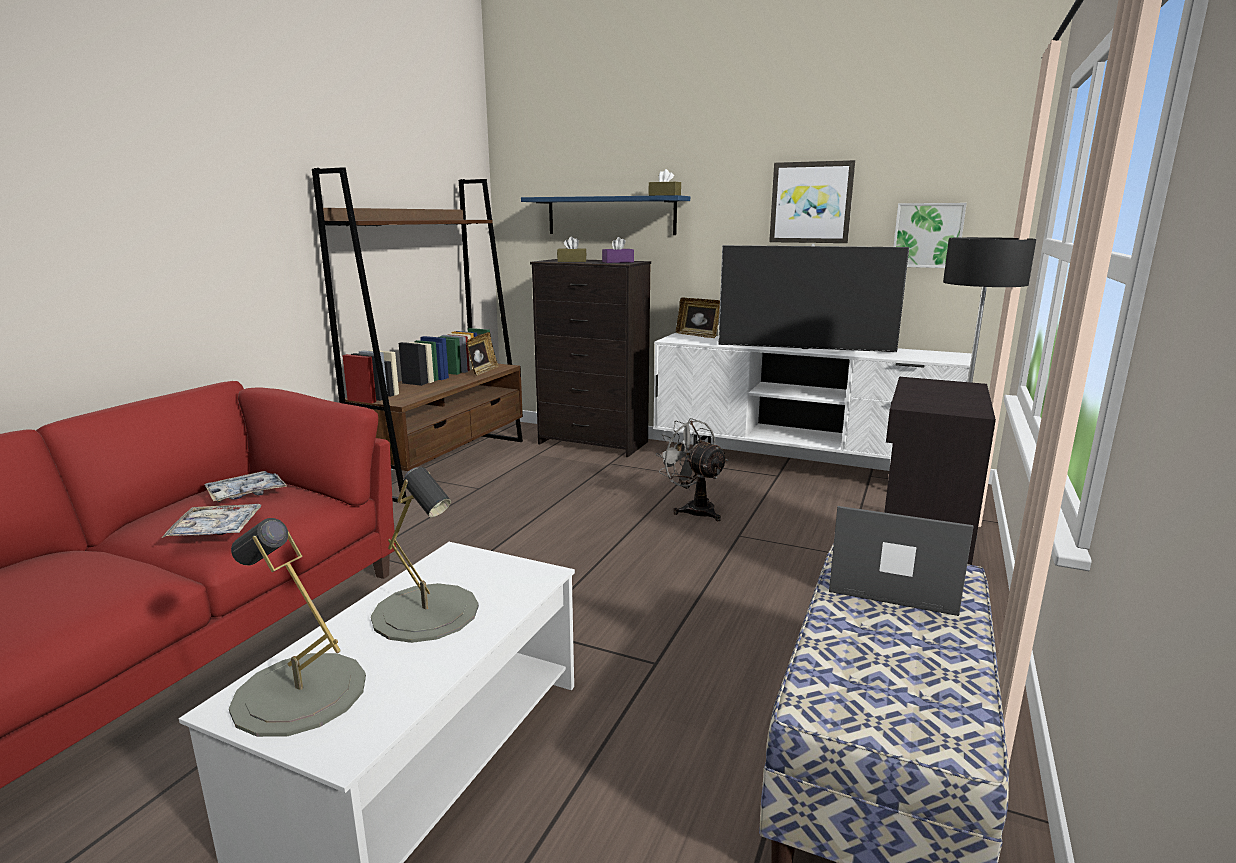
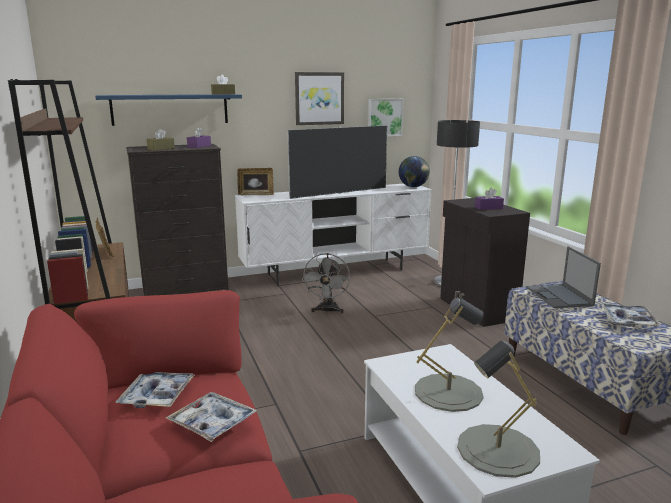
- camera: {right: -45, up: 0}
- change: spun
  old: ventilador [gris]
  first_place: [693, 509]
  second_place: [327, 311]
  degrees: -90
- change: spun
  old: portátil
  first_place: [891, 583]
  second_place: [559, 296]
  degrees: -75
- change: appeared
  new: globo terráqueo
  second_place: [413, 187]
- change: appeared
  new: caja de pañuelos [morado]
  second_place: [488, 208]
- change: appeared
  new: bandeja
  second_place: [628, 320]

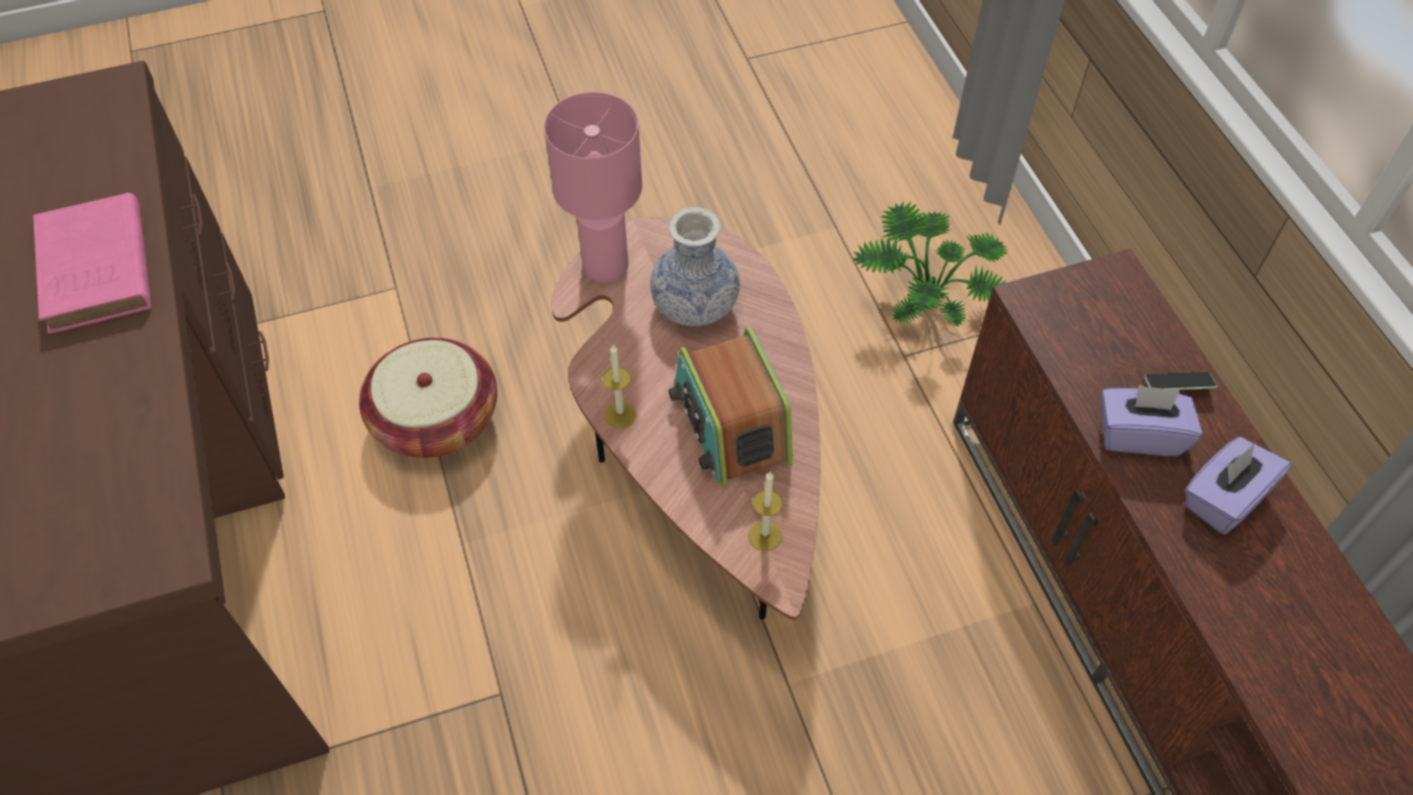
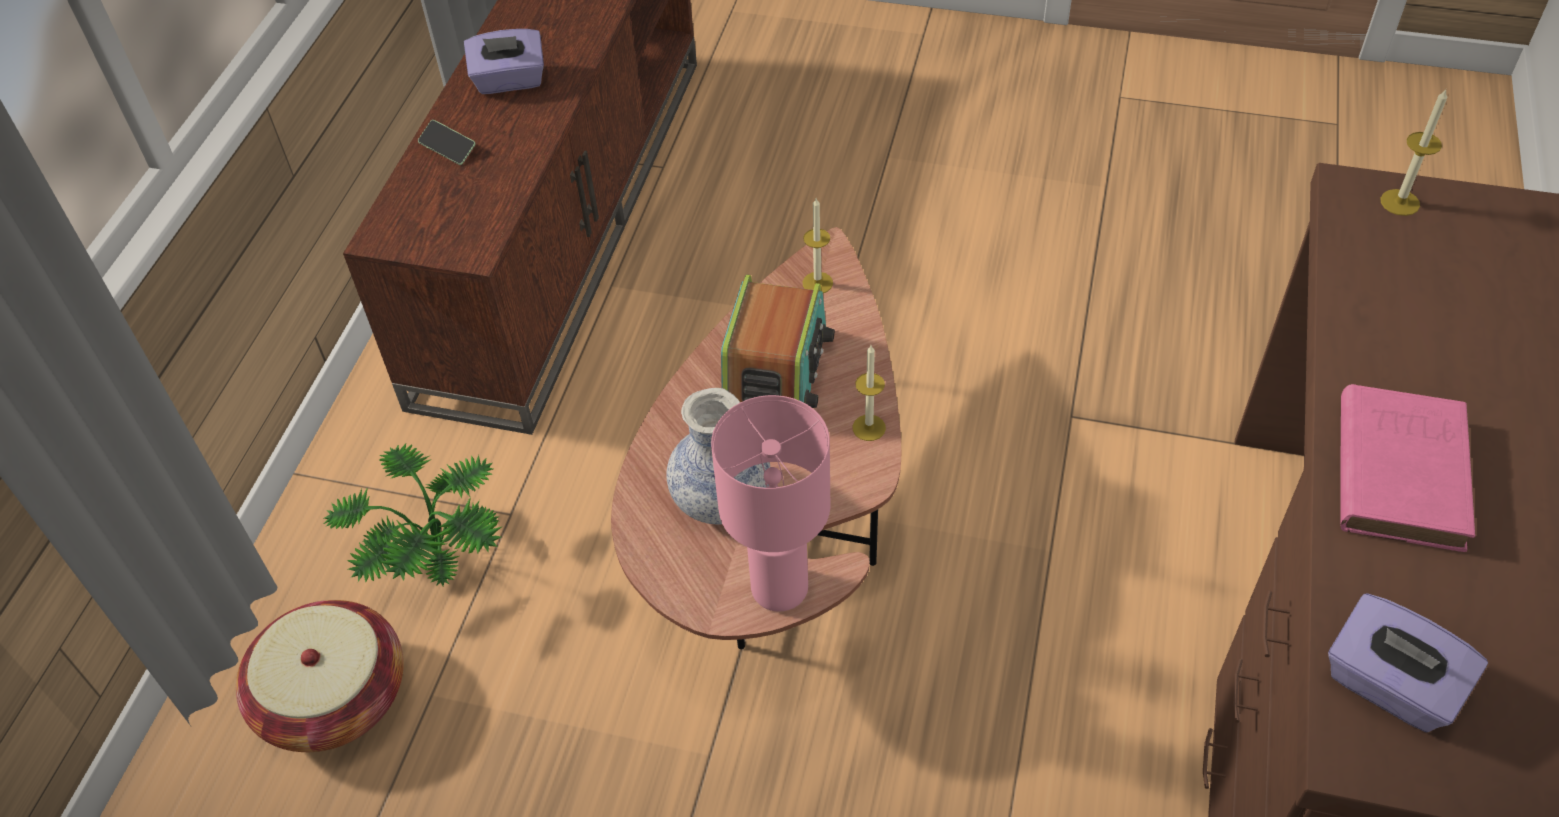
- camera: {right: -145, up: -5}
- change: relocated
  old: cesta
  first_place: [435, 419]
  second_place: [334, 698]
- change: relocated
  old: caja de pañuelos [morado]
  first_place: [1139, 434]
  second_place: [1389, 686]
- change: appeared
  new: vela
  second_place: [1400, 202]

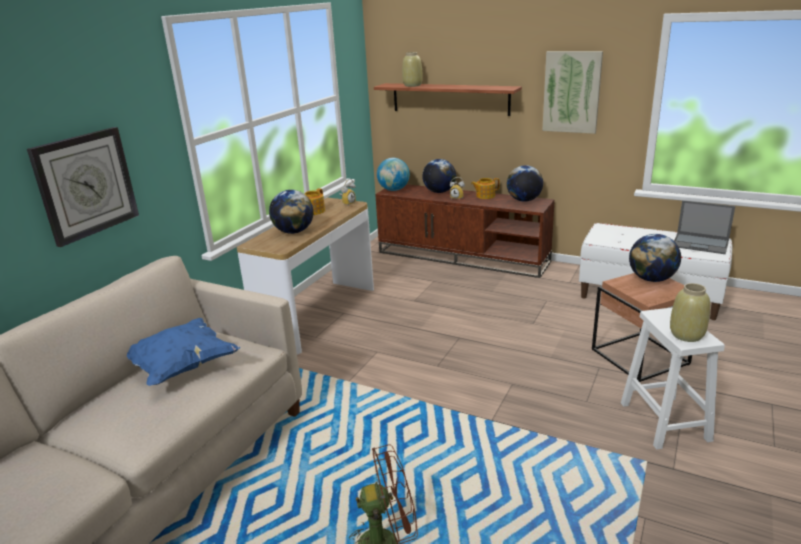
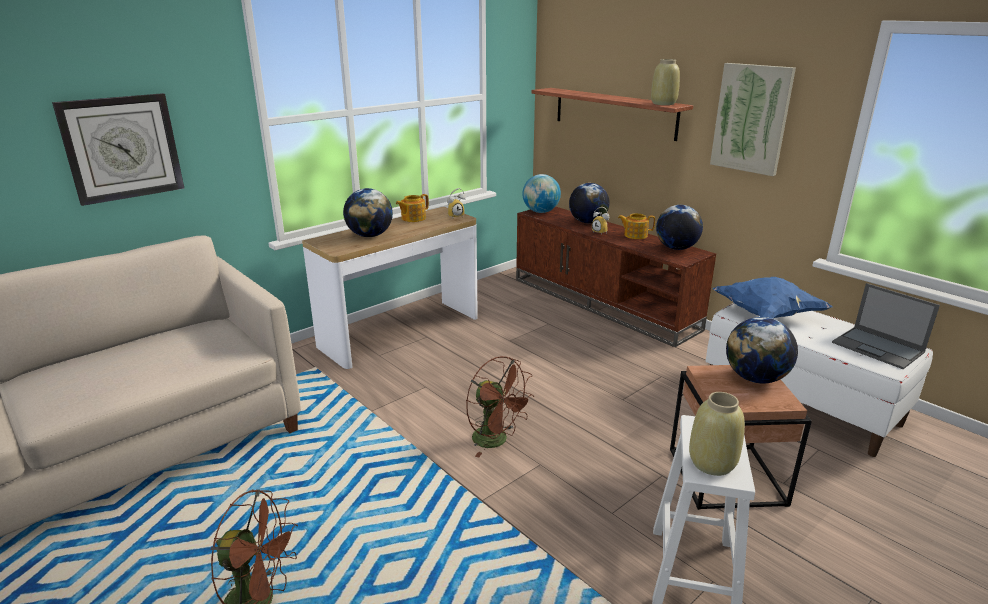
- camera: {right: 20, up: 0}
- change: relocated
  old: cojín [azul]
  first_place: [182, 367]
  second_place: [766, 314]
- change: relocated
  old: florero [beis]
  first_place: [413, 85]
  second_place: [663, 103]
- change: appeared
  new: ventilador [marrón]
  second_place: [496, 441]

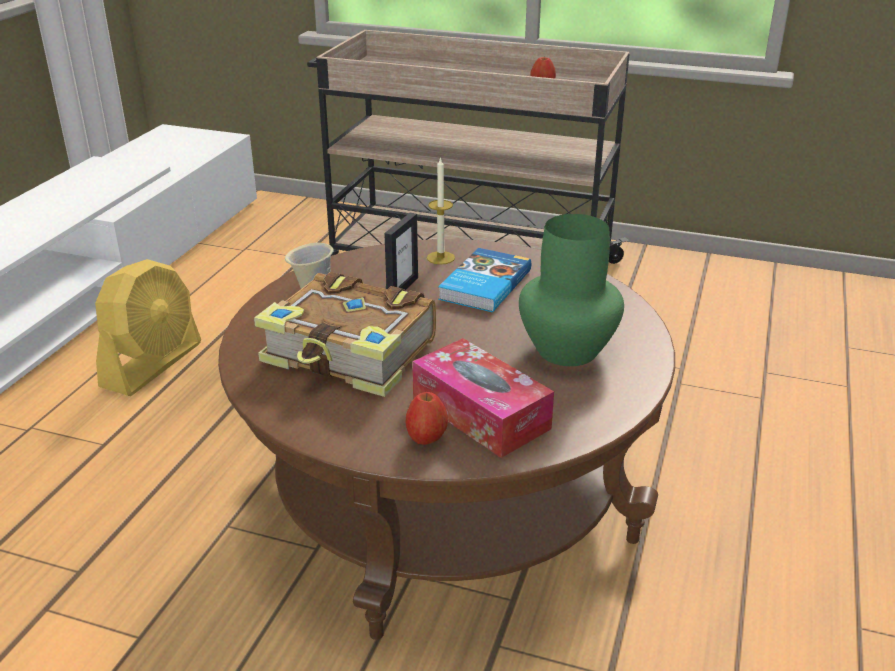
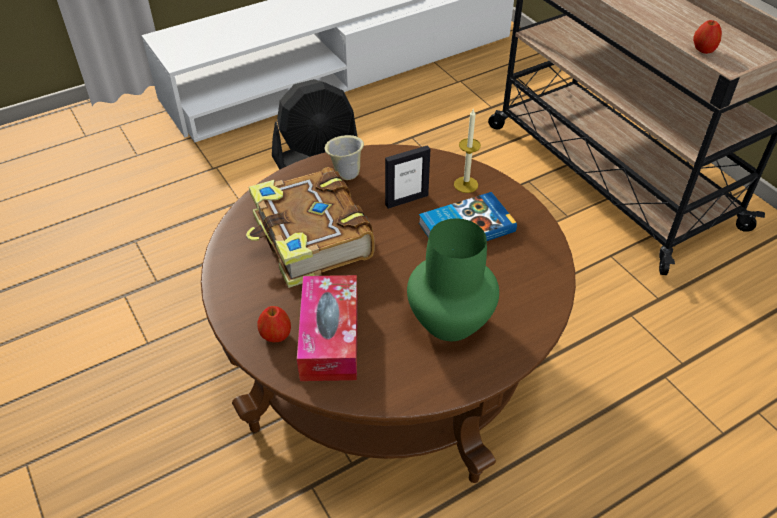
- camera: {right: 40, up: 15}
- change: colour
  old: ventilador [amarillo]
  new: ventilador [negro]
  first_place: [153, 364]
  second_place: [316, 154]

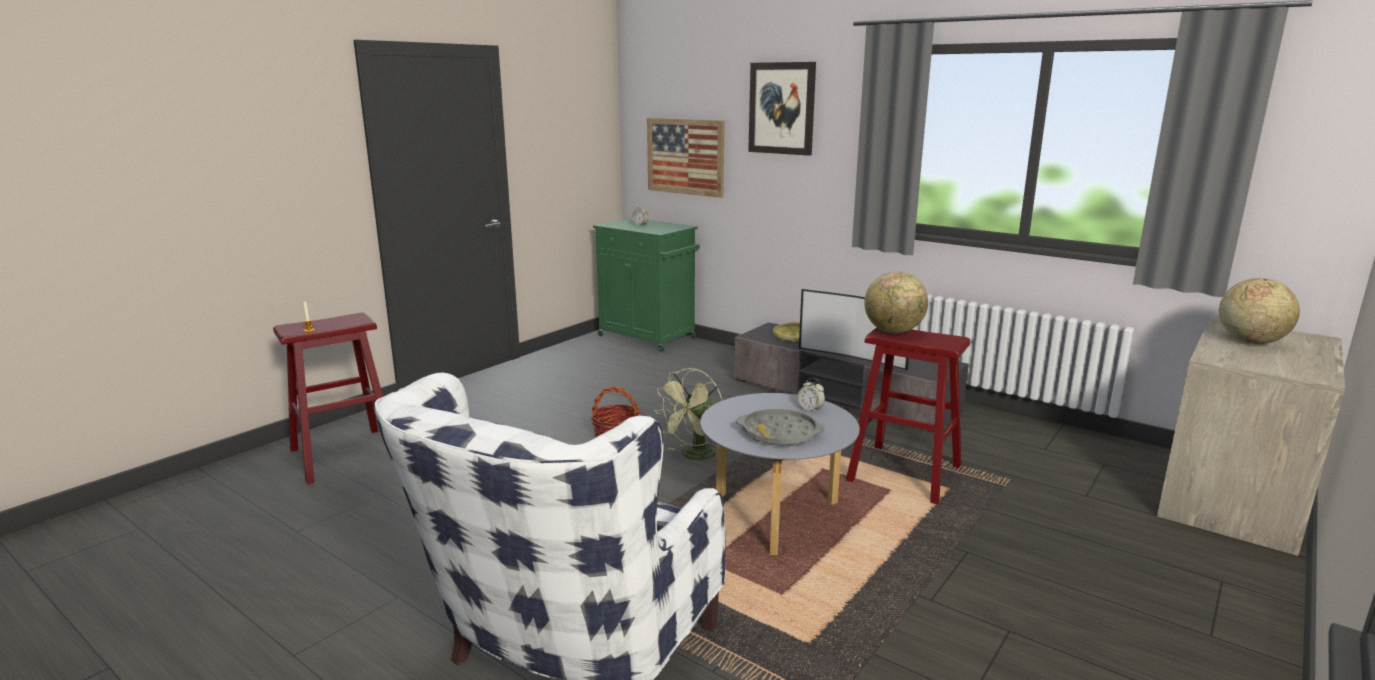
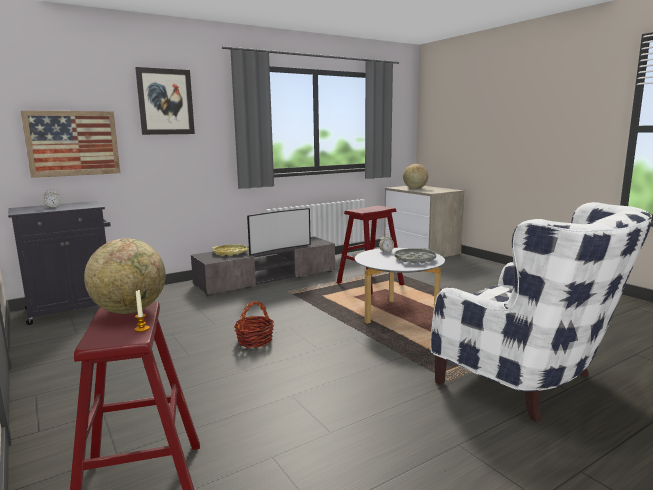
- camera: {right: -70, up: -5}
- change: colour
  old: armario [verde]
  new: armario [negro]
  first_place: [648, 337]
  second_place: [73, 308]
- change: missing
  old: ventilador [verde]
  first_place: [694, 456]
- change: relocated
  old: globo terráqueo
  first_place: [894, 331]
  second_place: [130, 310]

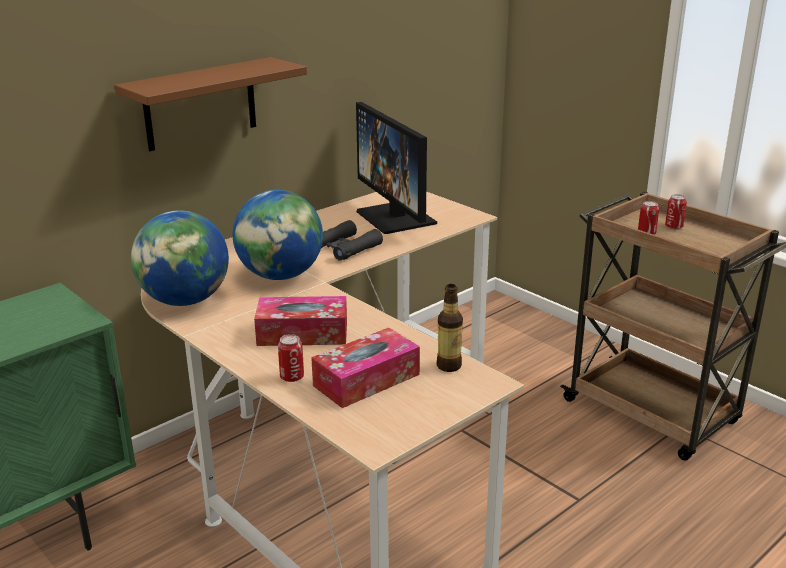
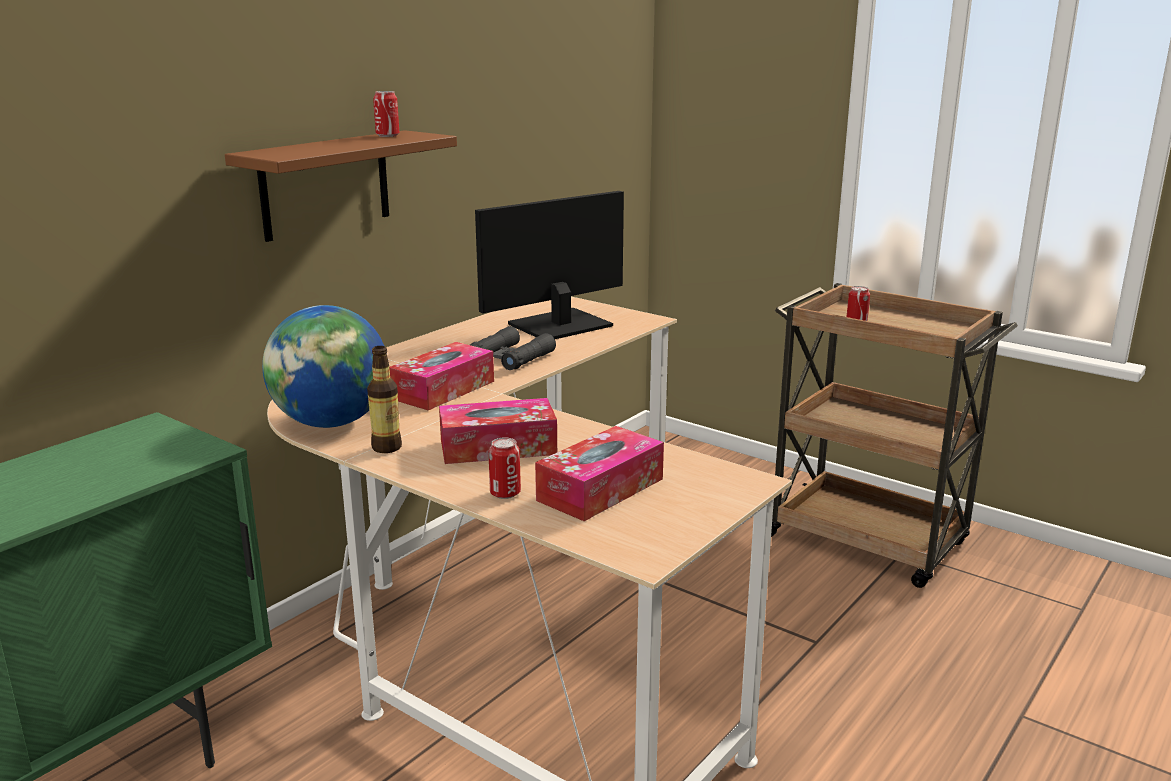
- camera: {right: -10, up: -5}
- change: exchanged
  old: globo terráqueo
  new: caja de pañuelos
  first_place: [281, 275]
  second_place: [443, 390]
- change: spun
  old: monitor
  first_place: [396, 217]
  second_place: [559, 325]
  degrees: 90
- change: relocated
  old: botella
  first_place: [449, 366]
  second_place: [387, 447]
- change: relocated
  old: lata
  first_place: [674, 227]
  second_place: [387, 135]

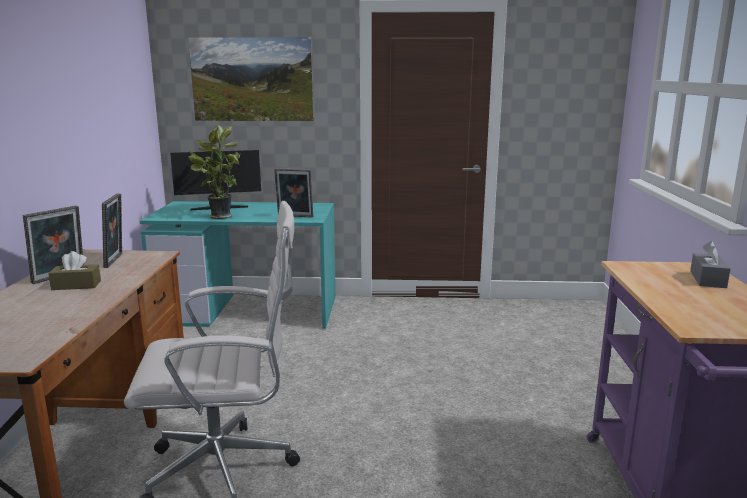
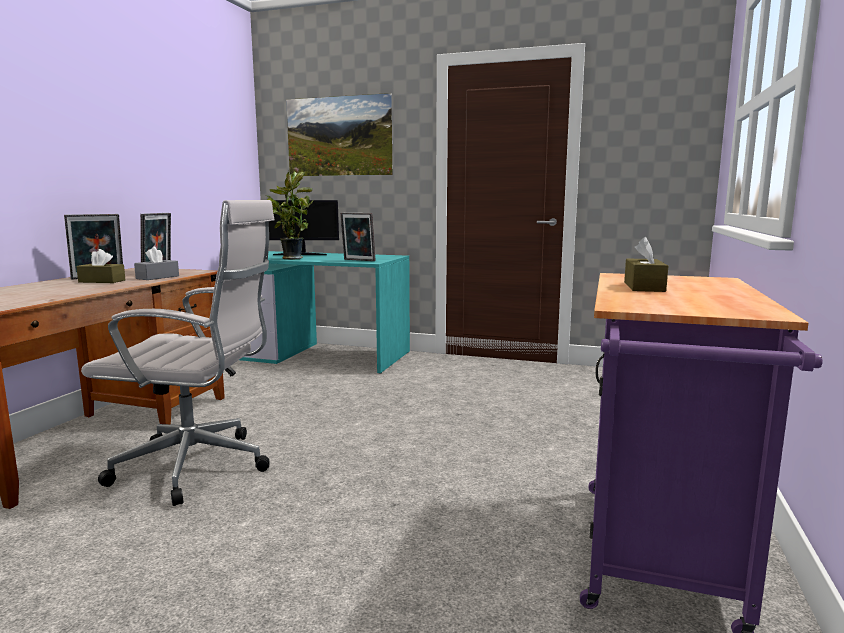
- camera: {right: 15, up: -5}
- change: relocated
  old: caja de pañuelos [gris]
  first_place: [707, 279]
  second_place: [157, 277]
- change: appeared
  new: caja de pañuelos [marrón]
  second_place: [644, 287]

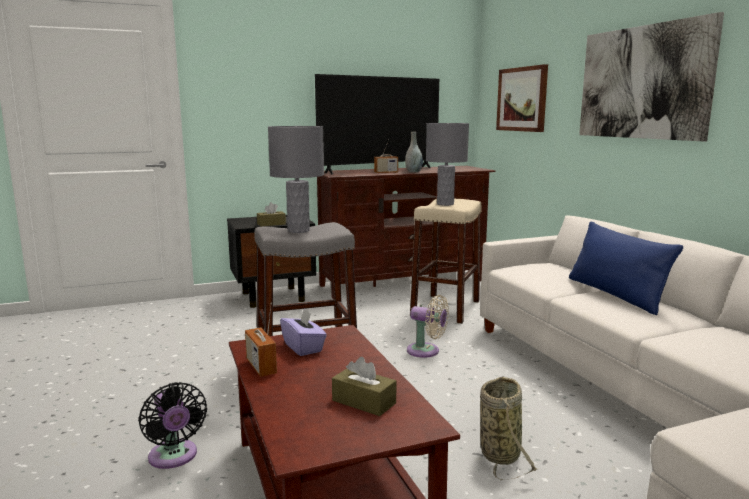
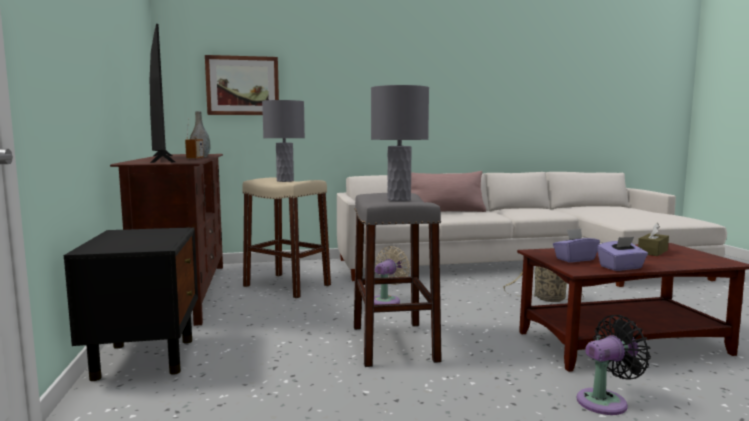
- camera: {right: -80, up: -5}
- change: exchanged
  old: radio
  new: caja de pañuelos [morado]
  first_place: [261, 367]
  second_place: [621, 267]
- change: missing
  old: caja de pañuelos [marrón]
  first_place: [271, 224]
- change: colour
  old: cojín [azul]
  new: cojín [rosa]
  first_place: [615, 294]
  second_place: [446, 212]
- change: missing
  old: cuadro
  first_place: [642, 82]

